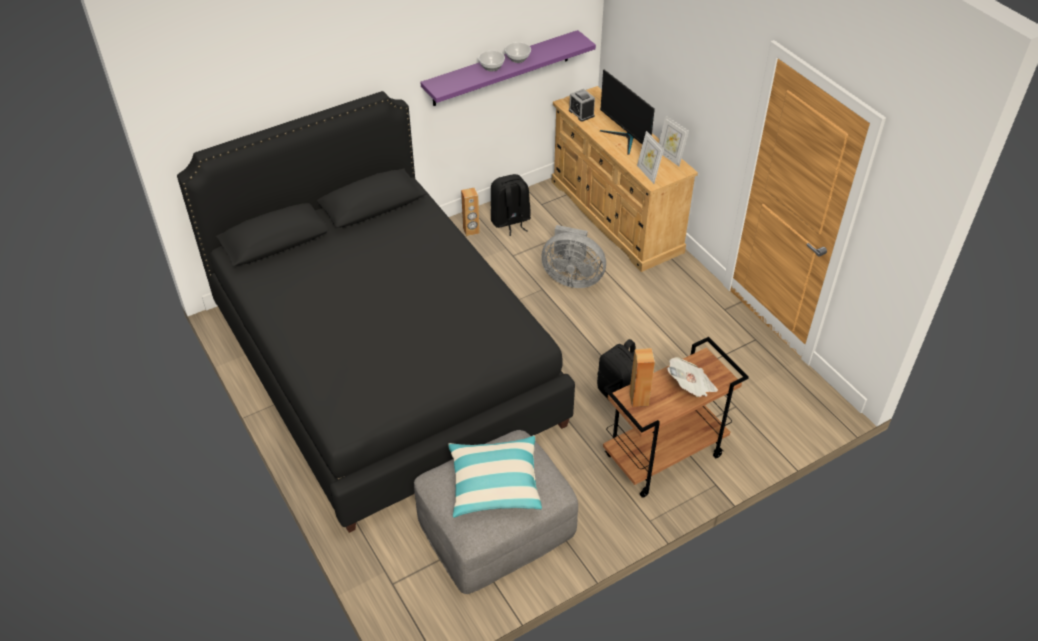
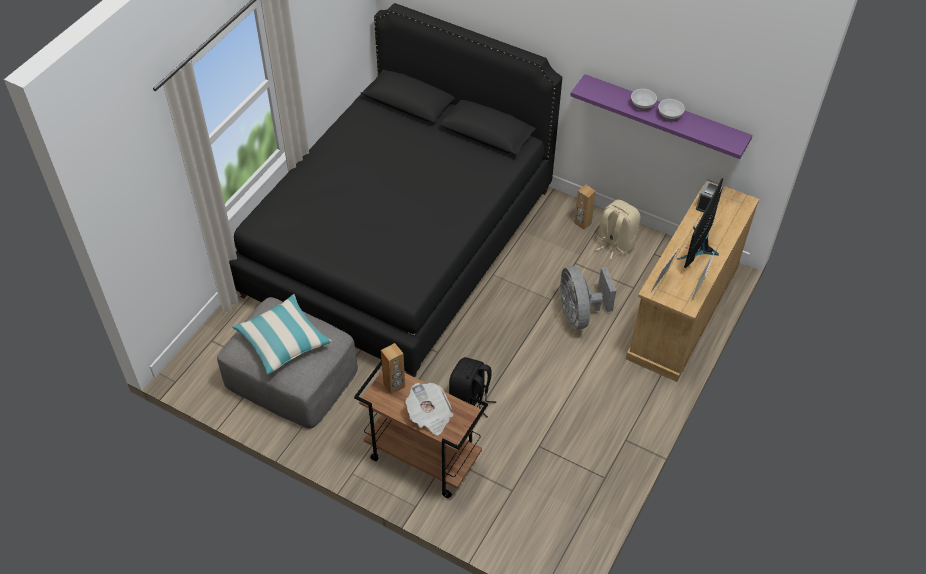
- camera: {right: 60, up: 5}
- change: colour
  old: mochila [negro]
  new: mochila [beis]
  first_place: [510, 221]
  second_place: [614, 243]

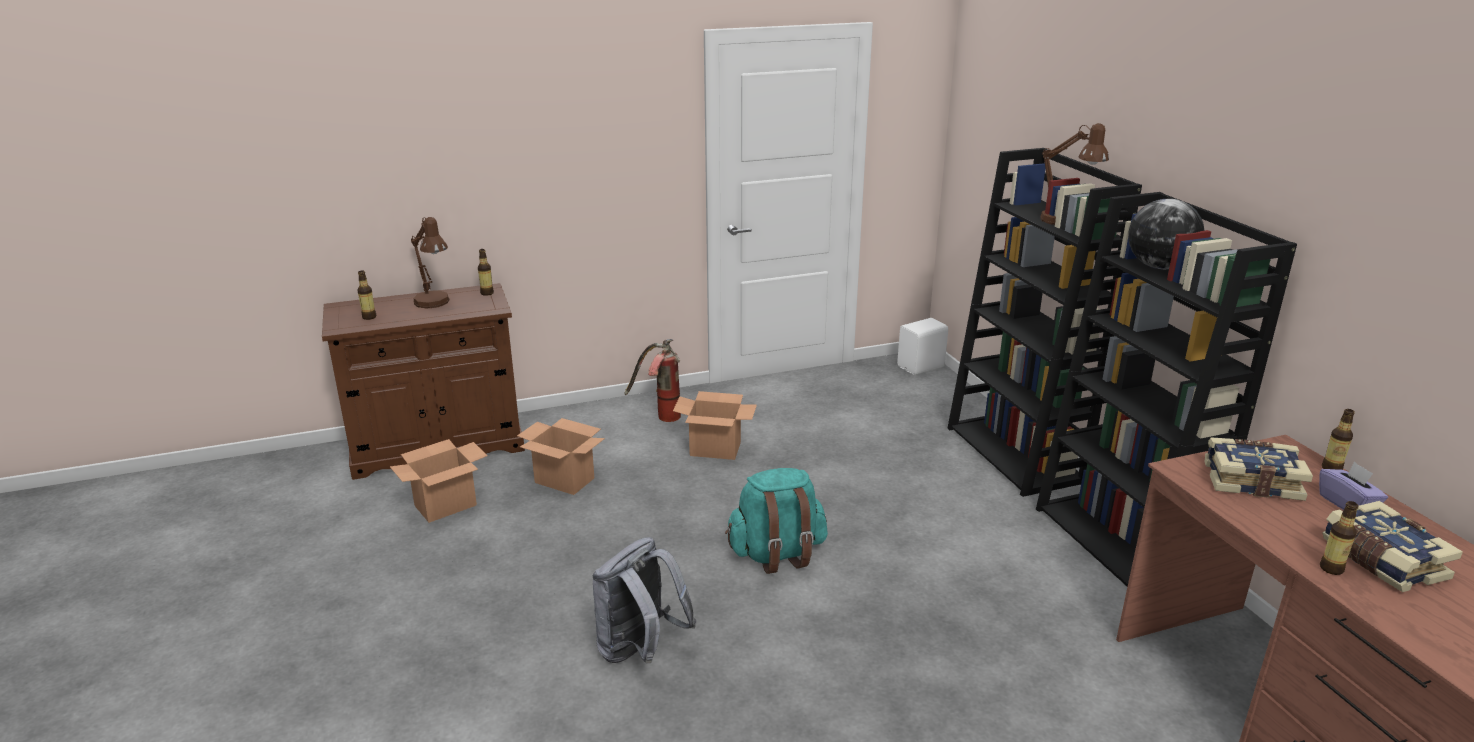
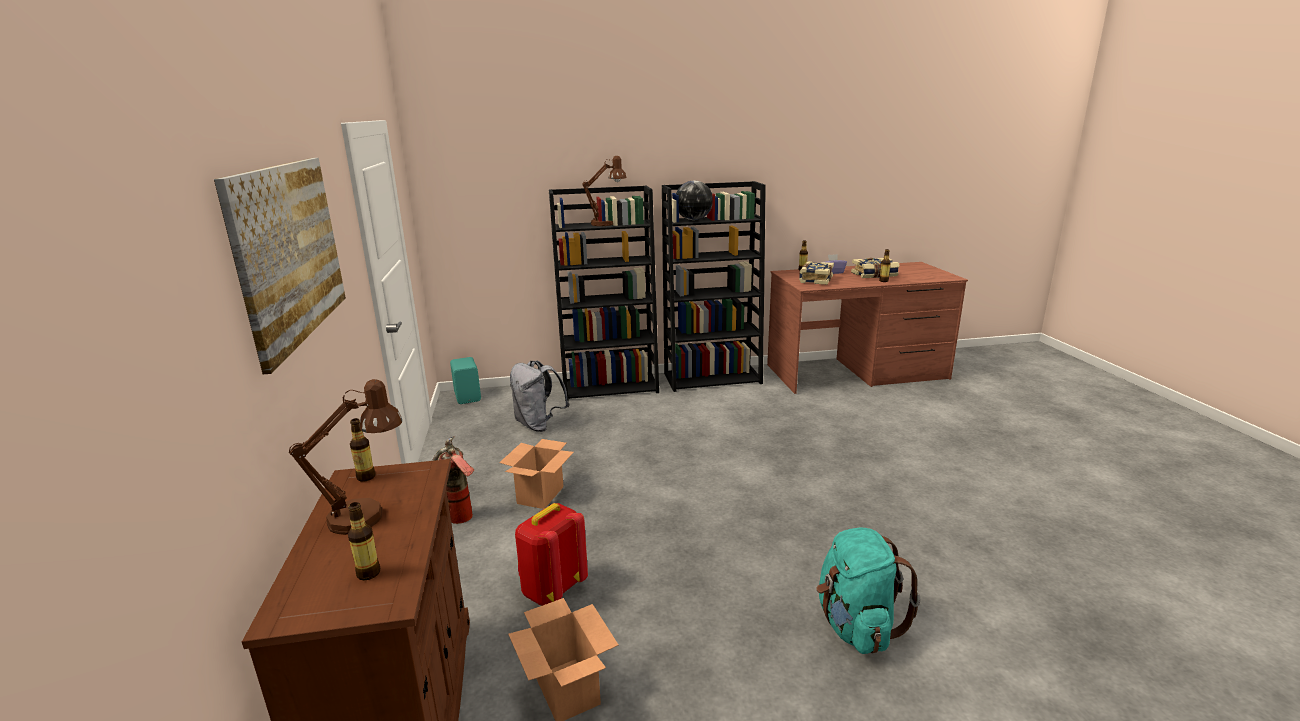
- camera: {right: -80, up: -5}
- change: exchanged
  old: caja de cartón
  new: mochila [rojo]
  first_place: [563, 480]
  second_place: [552, 589]
- change: relocated
  old: mochila [gris]
  first_place: [640, 651]
  second_place: [539, 425]
- change: relocated
  old: mochila [turquesa]
  first_place: [777, 554]
  second_place: [856, 626]
- change: colour
  old: altavoz [blanco]
  new: altavoz [turquesa]
  first_place: [922, 367]
  second_place: [468, 396]
- change: appeared
  new: cuadro
  second_place: [290, 252]

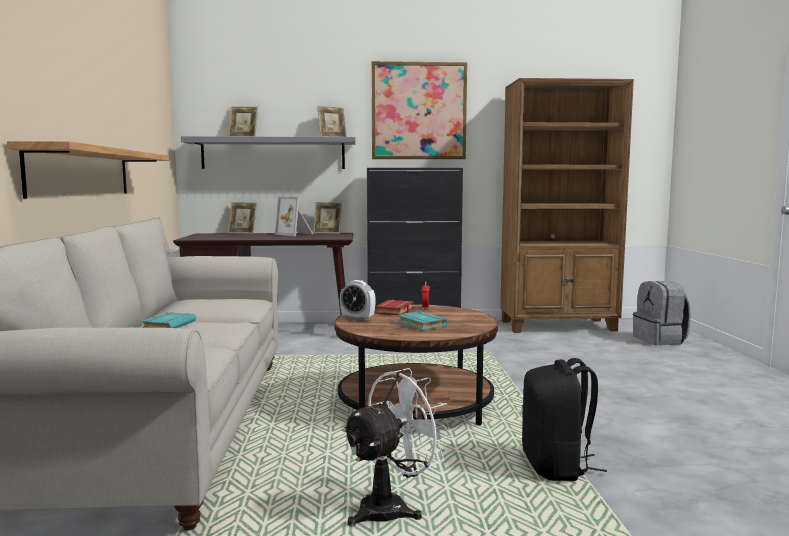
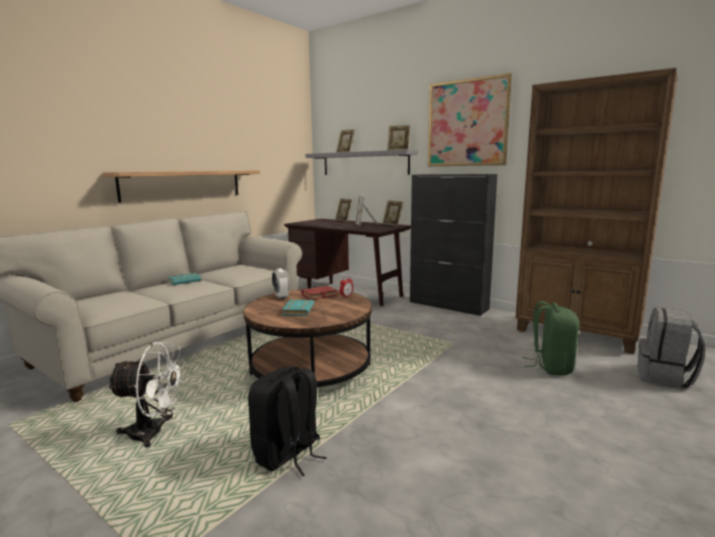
- camera: {right: 40, up: 5}
- change: appeared
  new: mochila [verde]
  second_place: [551, 366]

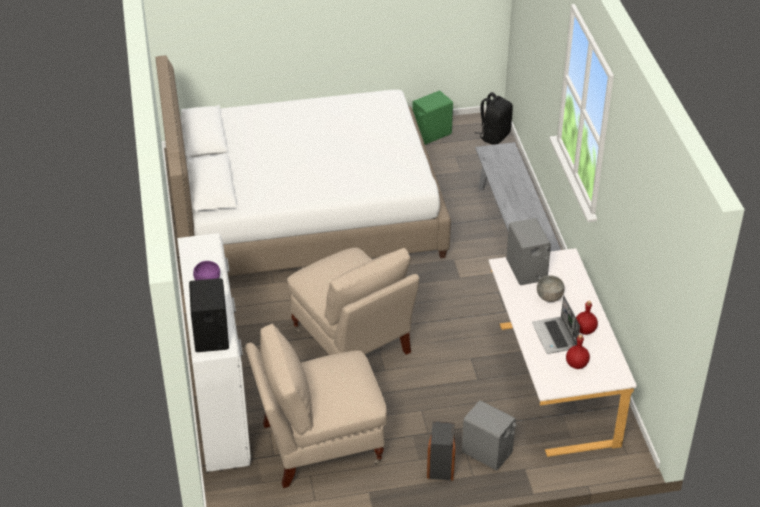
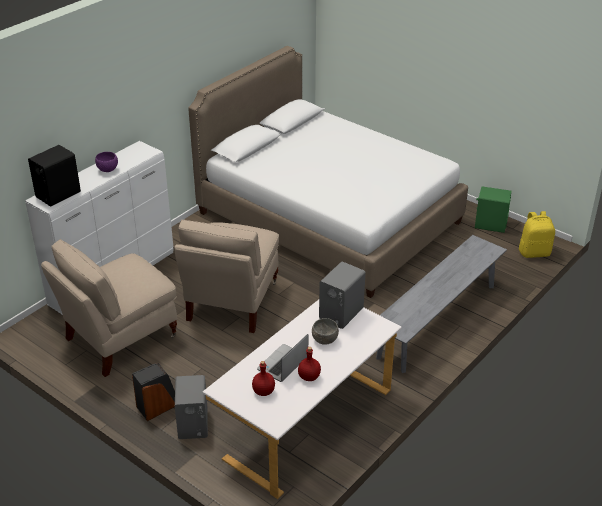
- camera: {right: 50, up: -5}
- change: spun
  old: silla [beis]
  first_place: [319, 444]
  second_place: [119, 339]
  degrees: -75
- change: colour
  old: mochila [negro]
  new: mochila [amarillo]
  first_place: [494, 136]
  second_place: [534, 252]

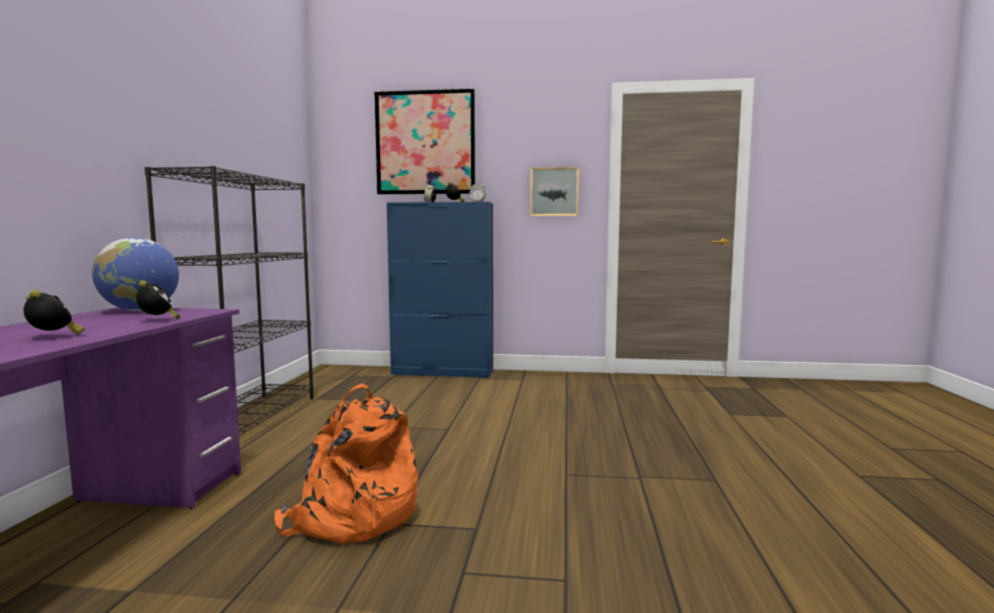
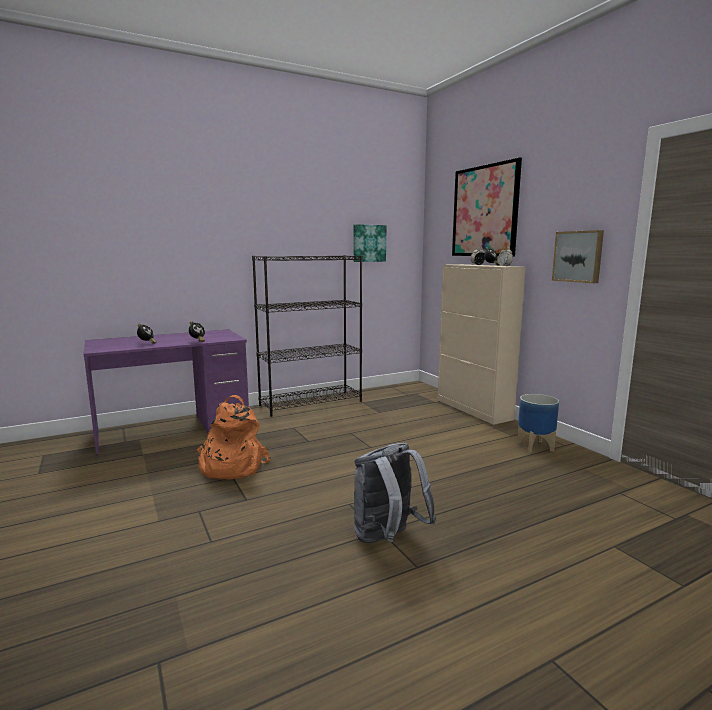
- camera: {right: 55, up: 5}
- change: missing
  old: globo terráqueo
  first_place: [140, 310]
- change: colour
  old: armario [azul]
  new: armario [beis]
  first_place: [443, 372]
  second_place: [473, 409]
- change: appeared
  new: cuadro
  second_place: [369, 243]
- change: appeared
  new: mochila [gris]
  second_place: [388, 539]
- change: appeared
  new: maceta
  second_place: [535, 446]

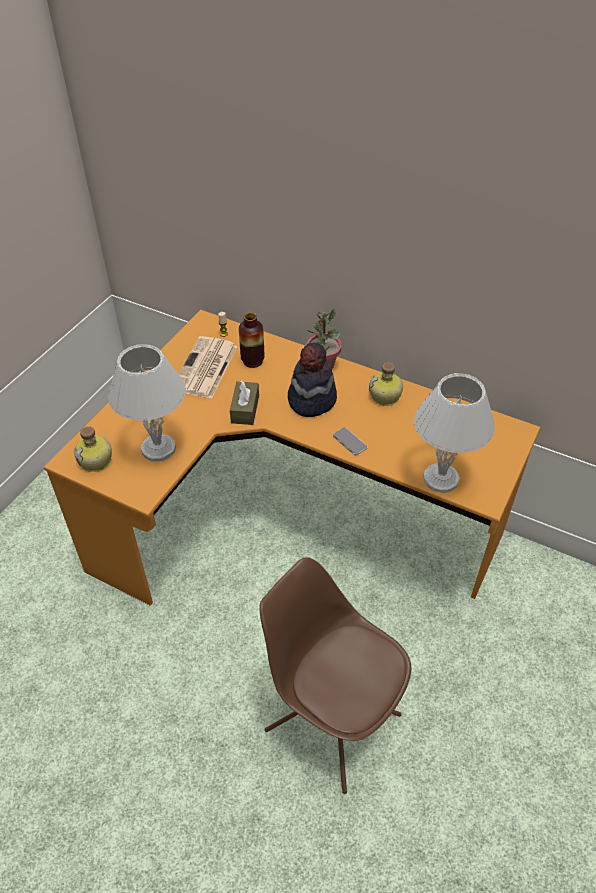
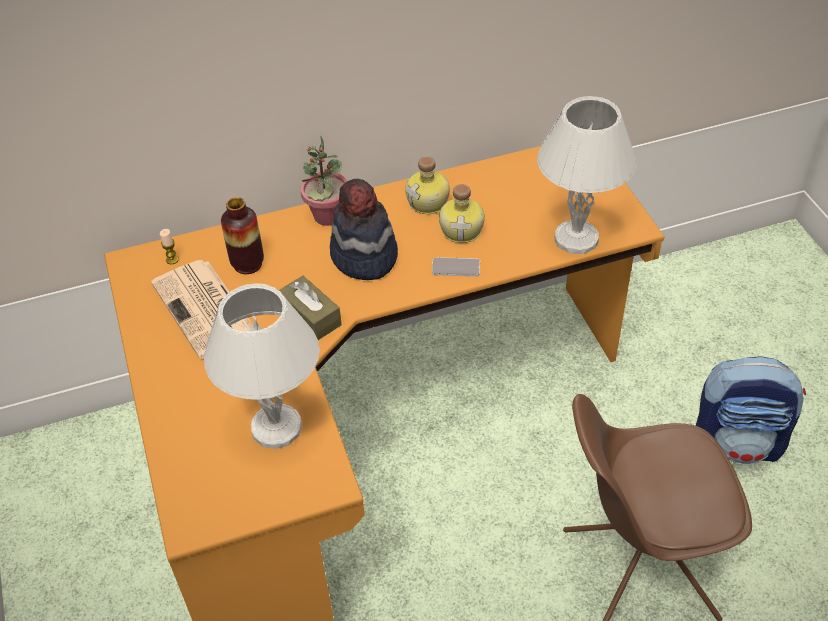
- camera: {right: -45, up: 0}
- change: relocated
  old: botella
  first_place: [97, 461]
  second_place: [462, 229]
- change: appeared
  new: mochila
  second_place: [738, 443]

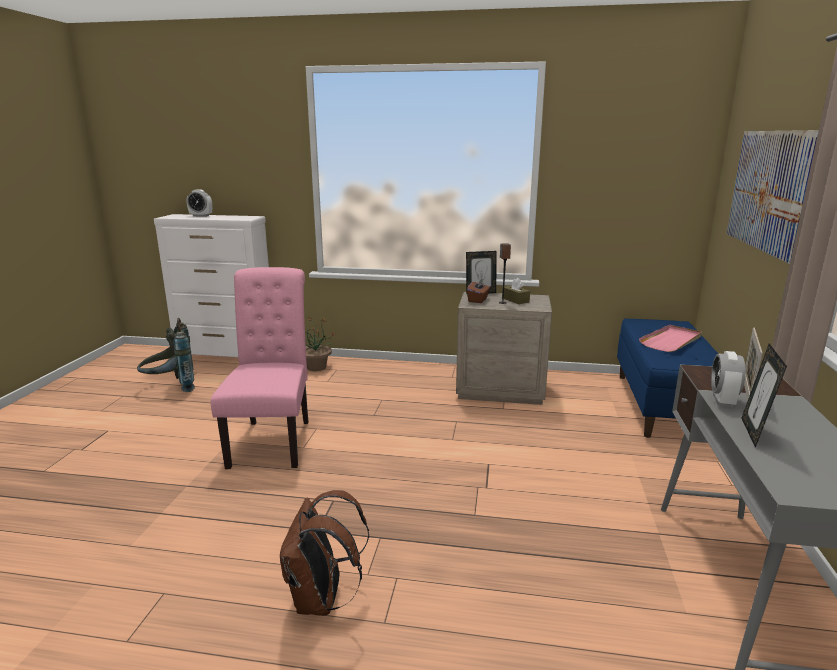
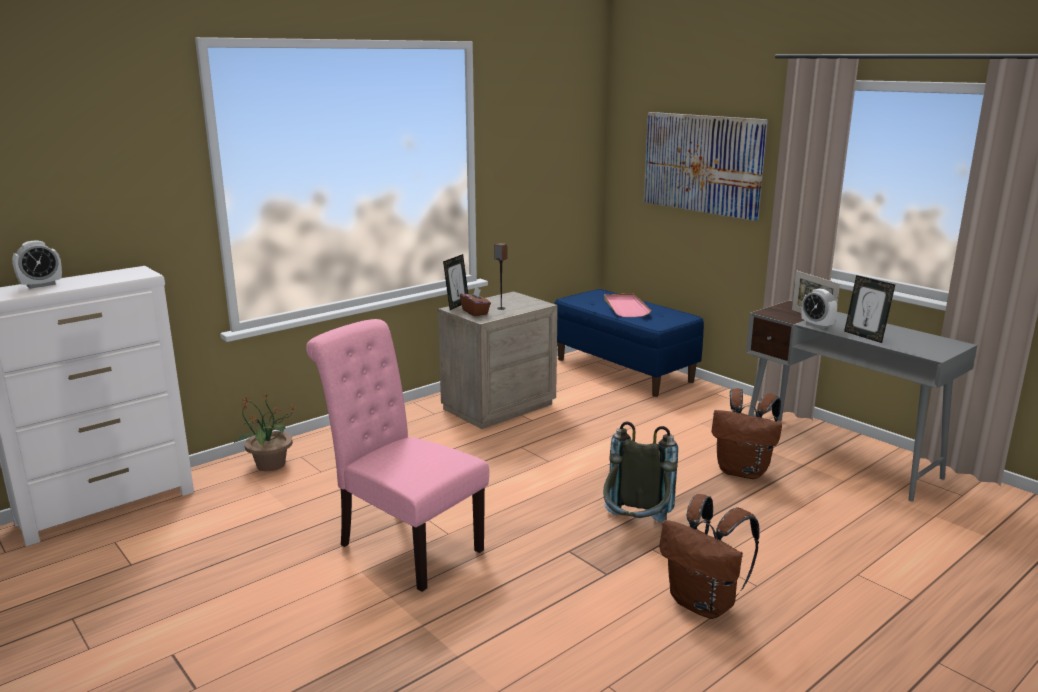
- camera: {right: -50, up: 0}
- change: relocated
  old: mochila [gris]
  first_place: [171, 387]
  second_place: [635, 528]
- change: missing
  old: caja de pañuelos [marrón]
  first_place: [515, 300]
- change: appeared
  new: mochila [marrón]
  second_place: [744, 471]

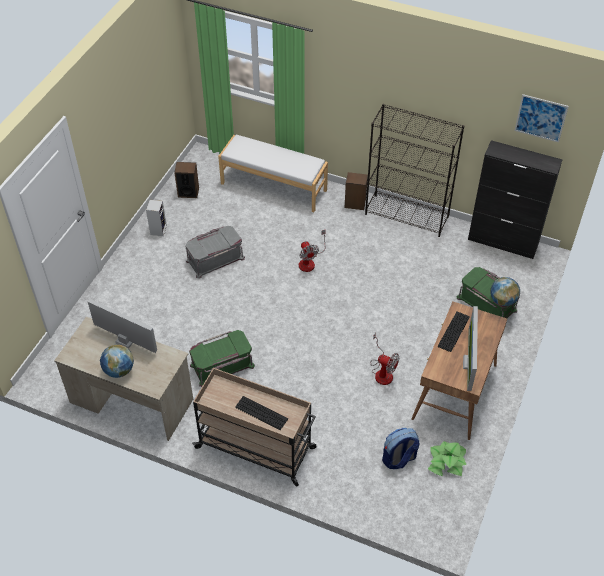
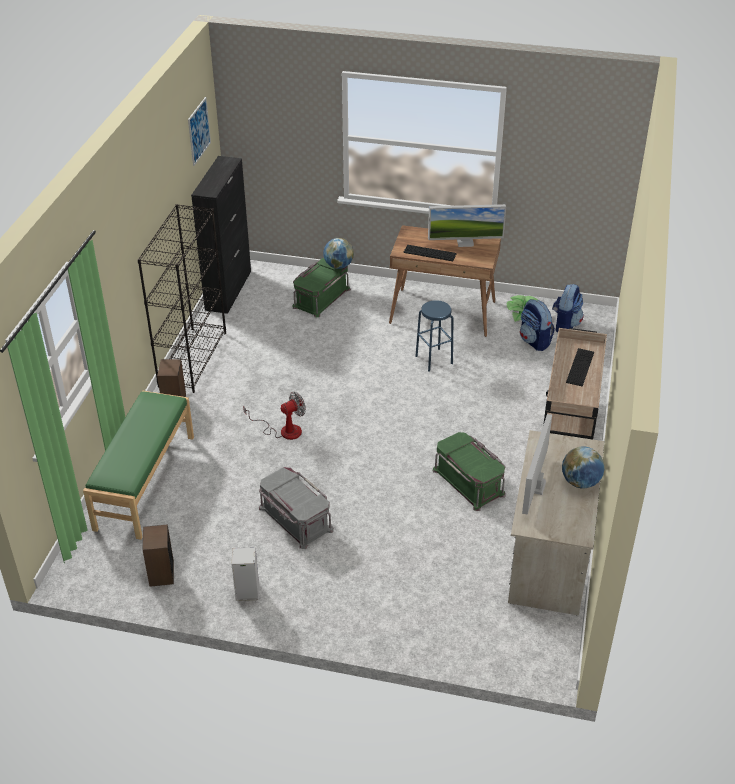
- camera: {right: -100, up: -10}
- change: colour
  old: banco [blanco]
  new: banco [verde]
  first_place: [274, 186]
  second_place: [144, 482]
- change: exchanged
  old: ventilador
  new: taburete [azul]
  first_place: [382, 371]
  second_place: [434, 359]
- change: appeared
  new: mochila
  second_place: [565, 325]

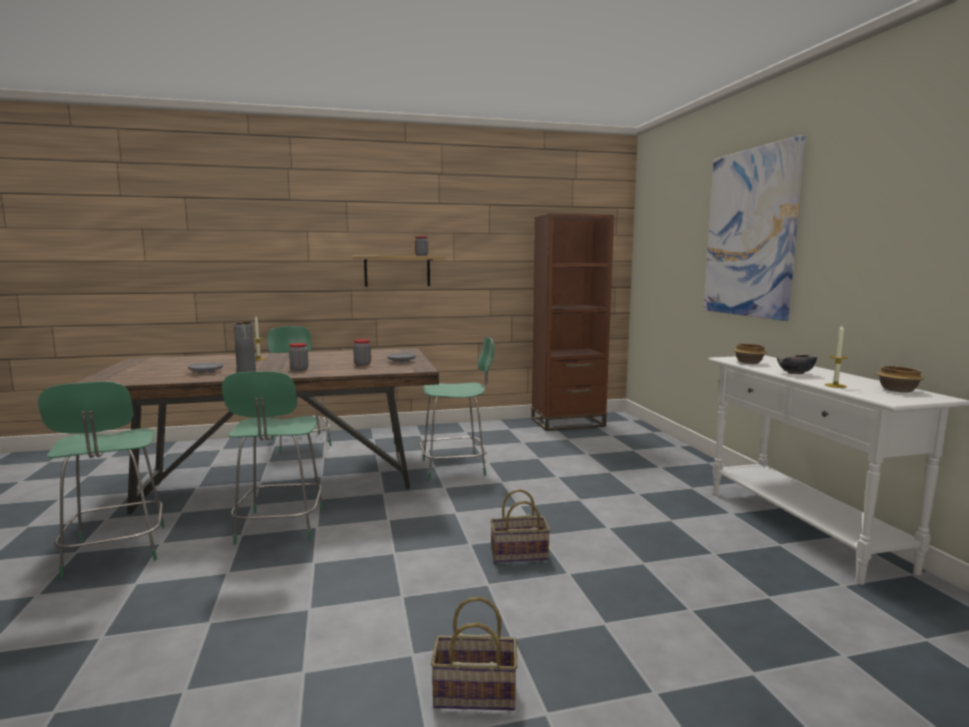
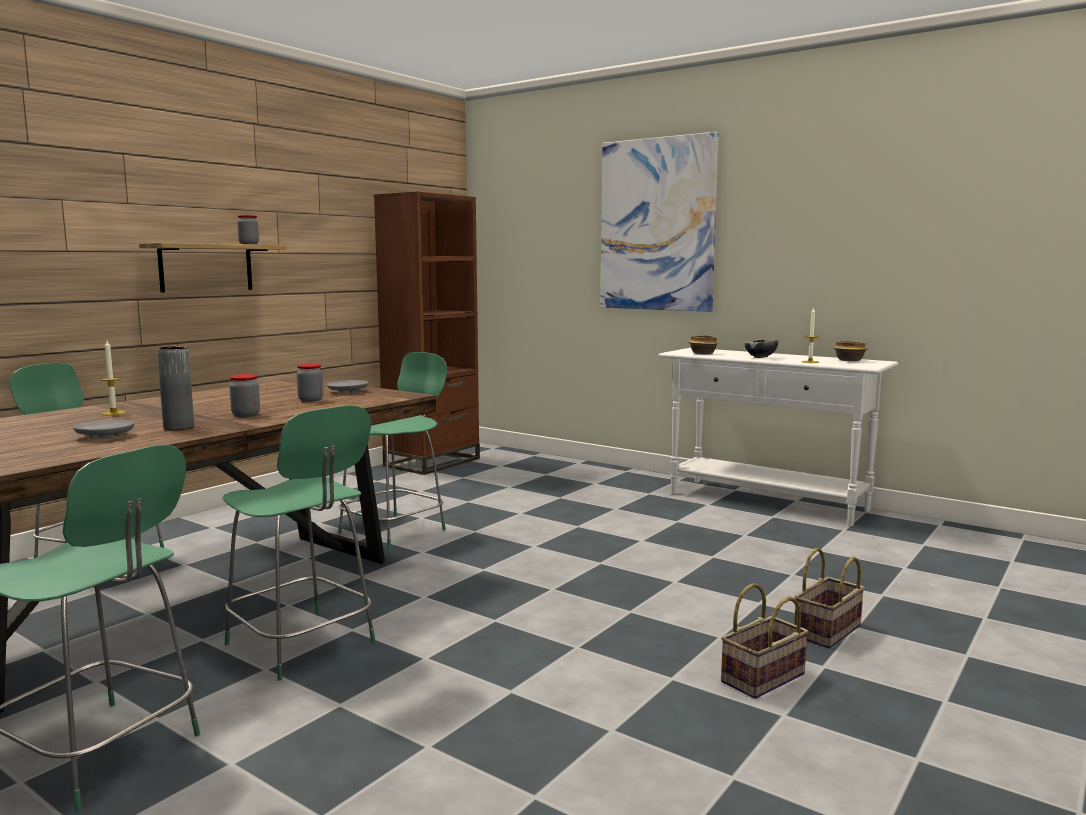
- camera: {right: -40, up: 0}
- change: relocated
  old: cesta
  first_place: [518, 555]
  second_place: [828, 632]

